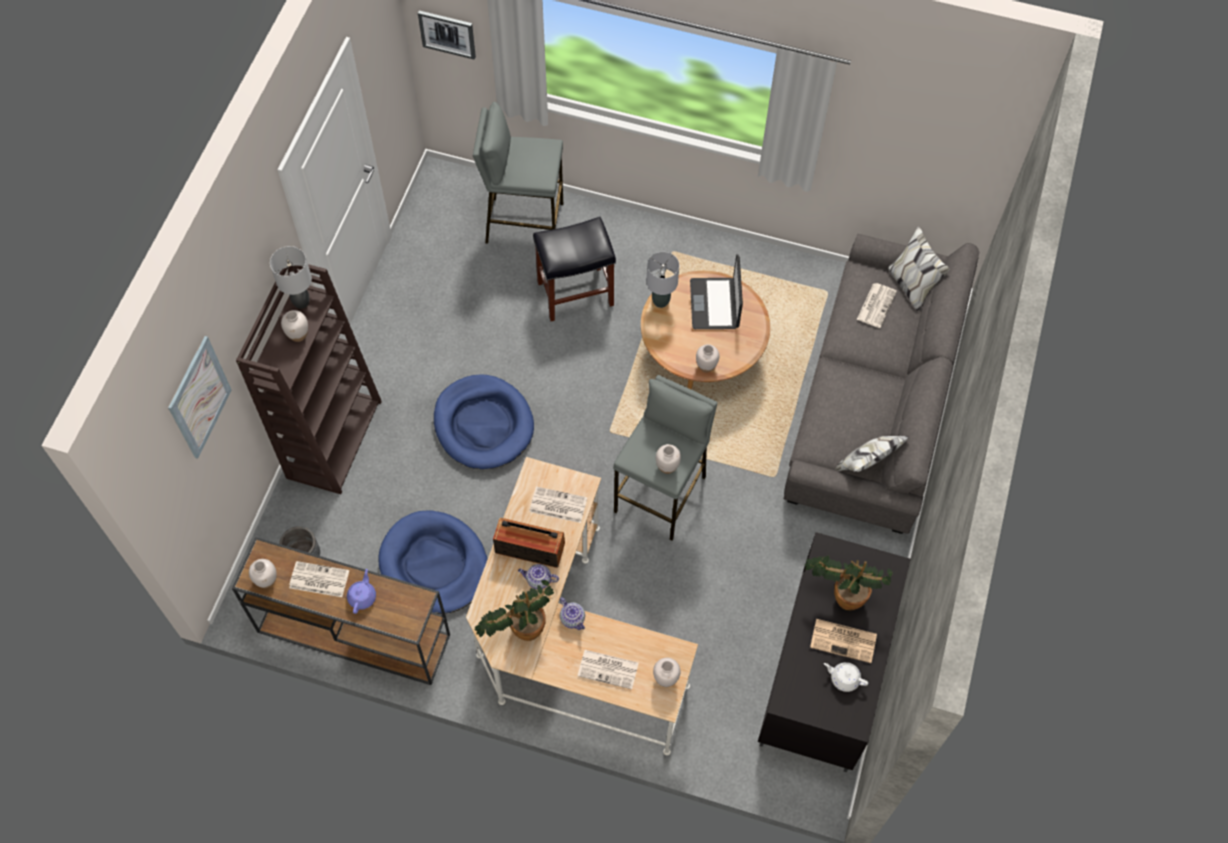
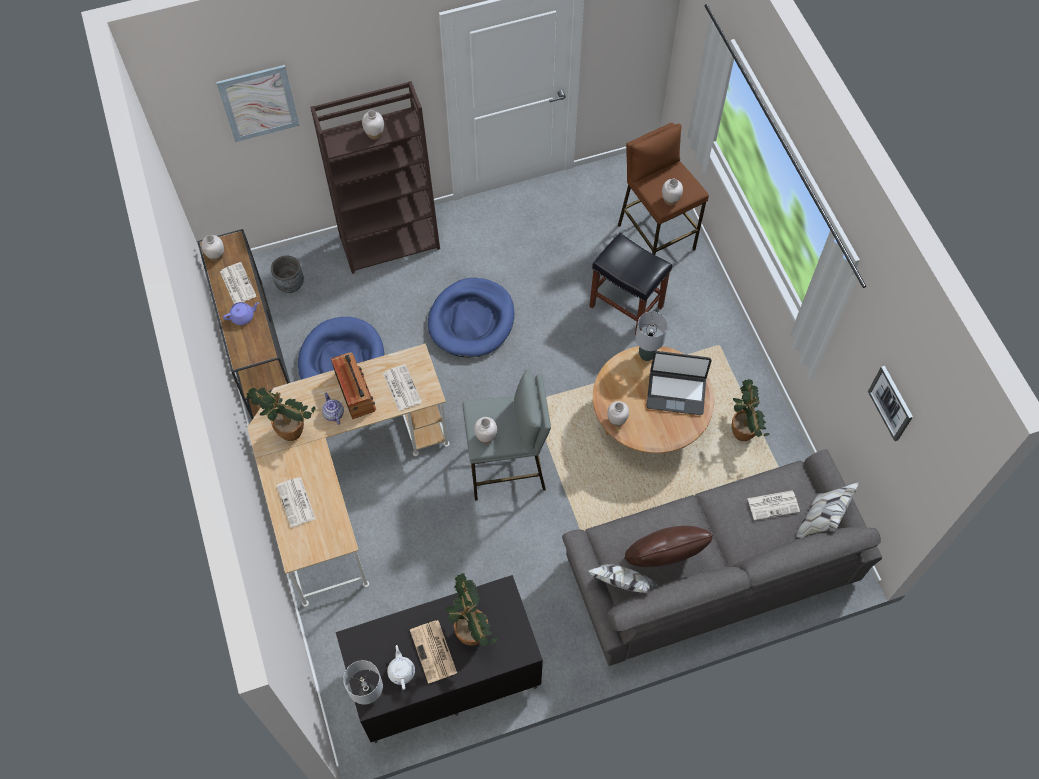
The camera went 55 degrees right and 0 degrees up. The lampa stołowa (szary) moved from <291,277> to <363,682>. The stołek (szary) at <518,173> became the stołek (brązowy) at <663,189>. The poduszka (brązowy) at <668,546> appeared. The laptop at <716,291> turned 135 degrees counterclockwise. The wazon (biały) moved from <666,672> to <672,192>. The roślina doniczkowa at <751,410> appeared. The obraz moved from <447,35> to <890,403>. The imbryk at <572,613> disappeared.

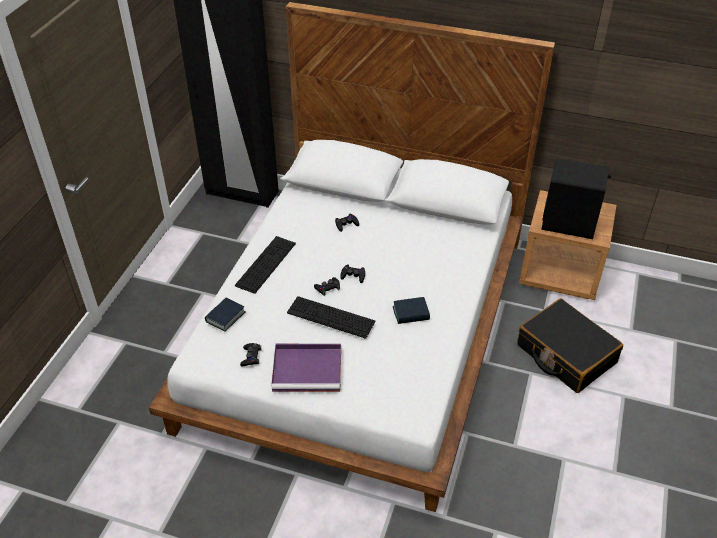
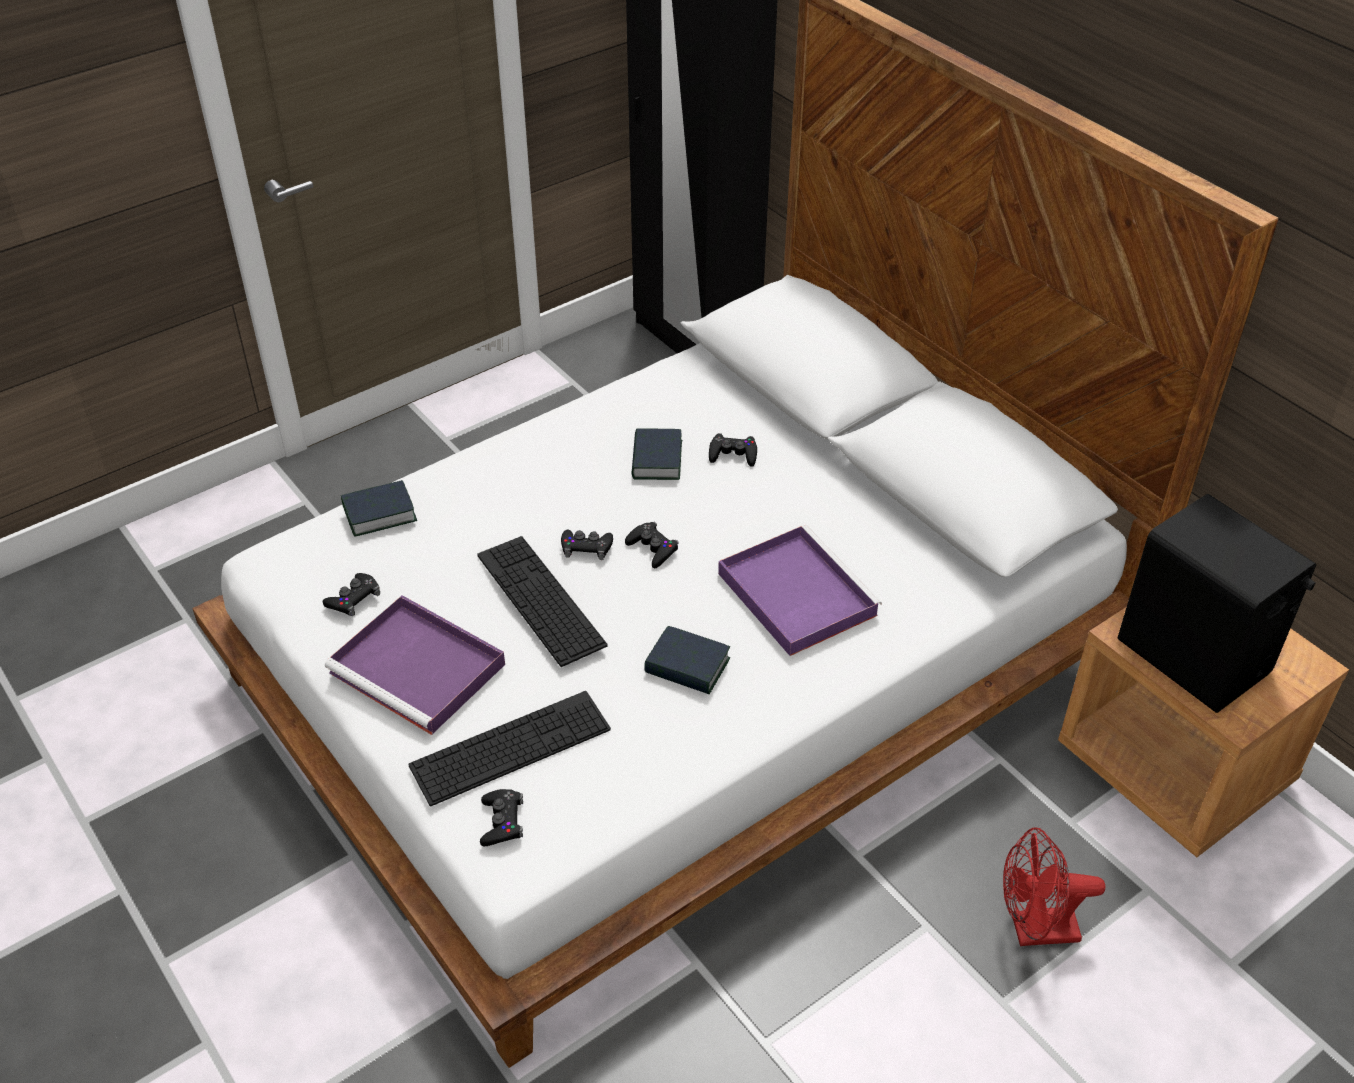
The camera went 35 degrees right and 0 degrees up. The klawiatura moved from <265,265> to <509,748>. The pad do gier (czarny) at <501,817> appeared. The książka at <657,454> appeared. The taca (fioletowy) at <800,590> appeared. The walizka (czarny) at <570,346> was replaced by the wentylator (czerwony) at <1054,886>.

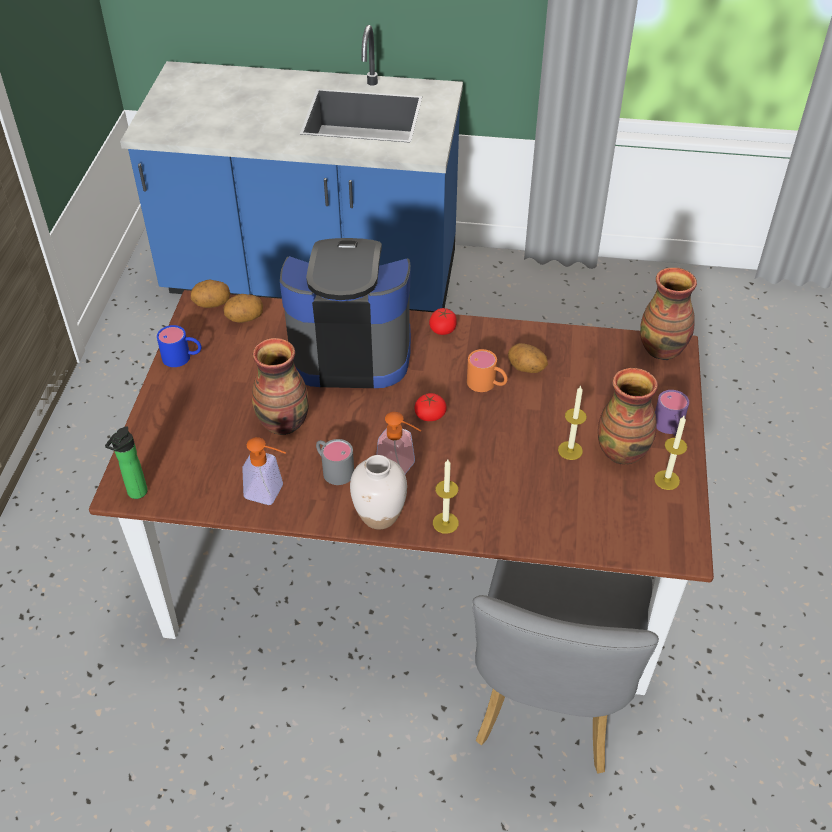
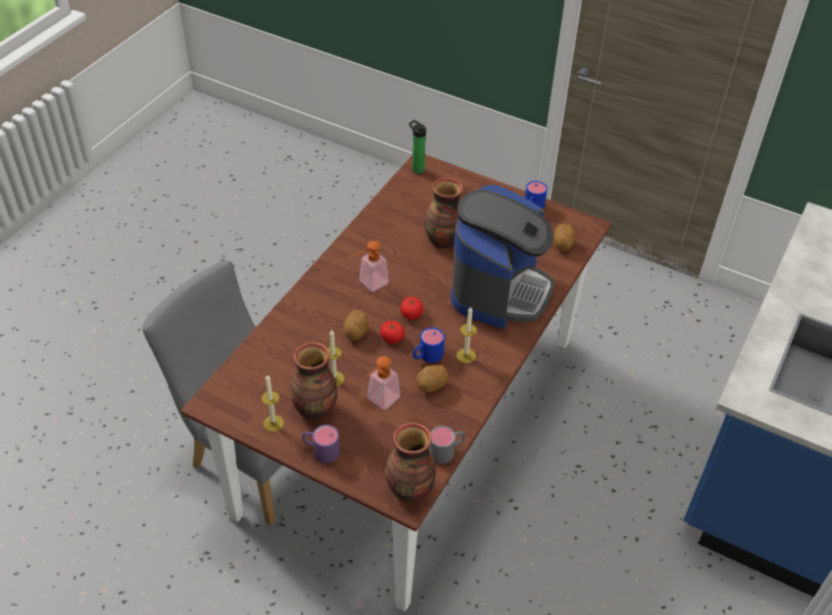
The camera went 110 degrees right and 0 degrees up. The ziemniak moved from <210,294> to <355,325>. The dozownik mydła moved from <264,471> to <383,383>. The pomidor moved from <443,321> to <392,332>. The kubek (pomarańczowy) at <487,370> became the kubek (niebieski) at <429,345>. The kubek (szary) moved from <335,462> to <447,445>. The świeca moved from <446,496> to <467,335>. The wazon (biały) at <378,492> disappeared.

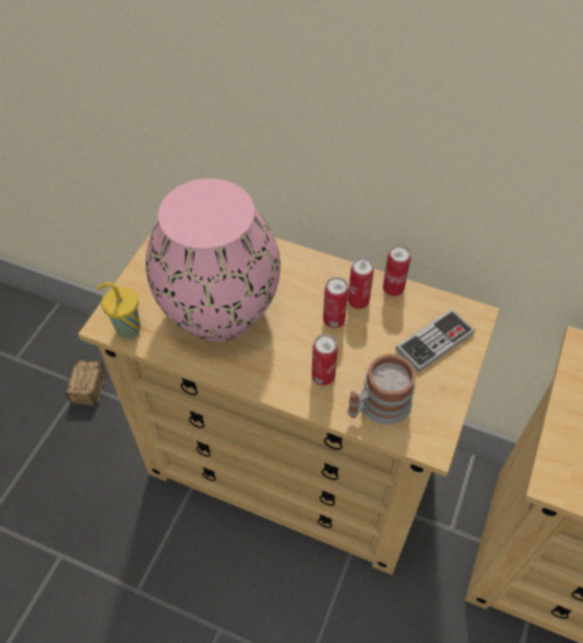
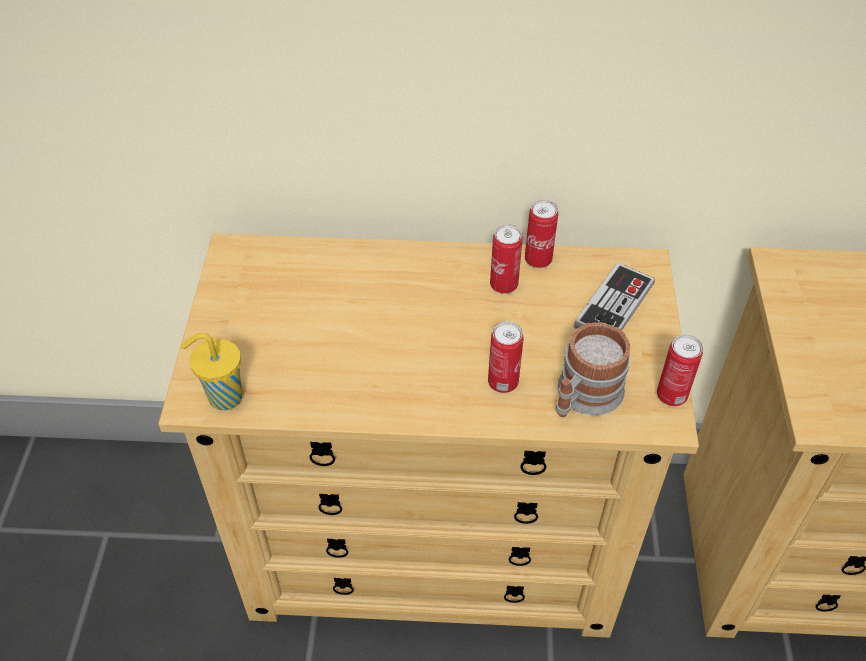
The camera went 20 degrees left and 5 degrees down. The puszka moved from <335,302> to <680,370>. The pojemnik do przechowywania at <85,389> disappeared. The wazon (różowy) at <213,259> disappeared.

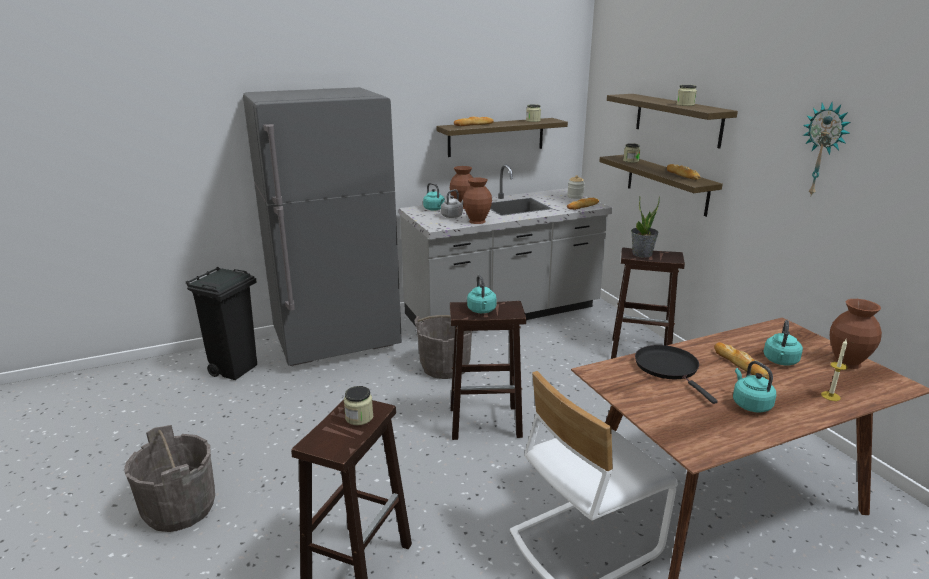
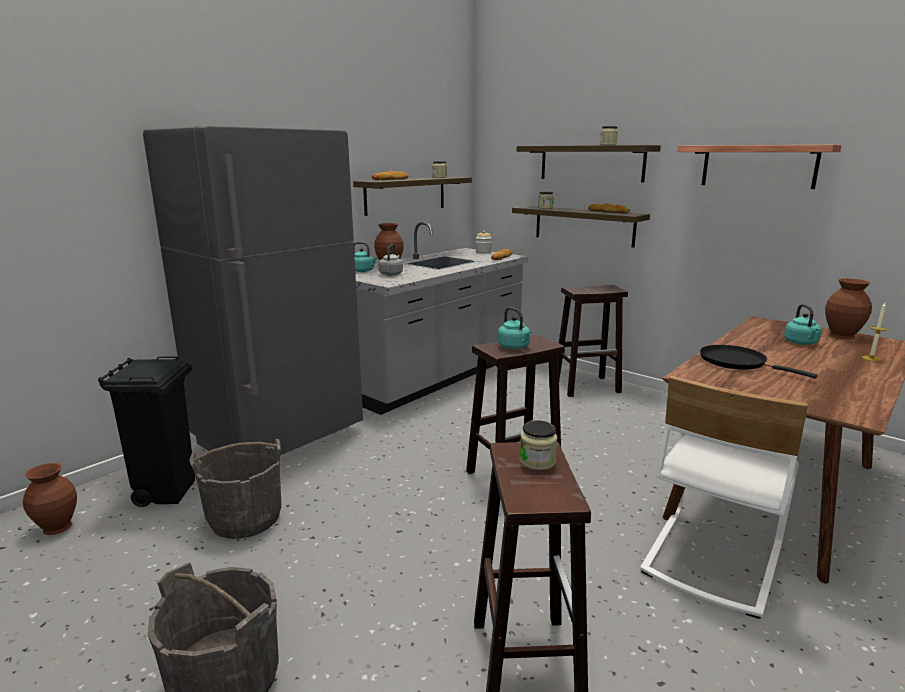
The camera went 25 degrees left and 5 degrees down. The wazon (brązowy) moved from <477,201> to <50,499>. The wiadro (szary) moved from <443,347> to <235,489>. The zegar ścienny at <827,149> was replaced by the półka at <760,167>. The roślina doniczkowa at <645,227> disappeared. The chleb at <741,360> disappeared. The czajnik (turkusowy) at <754,387> disappeared.

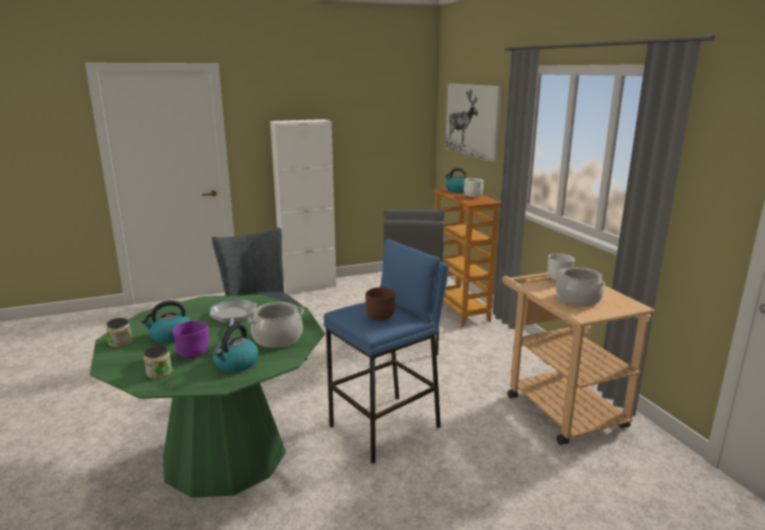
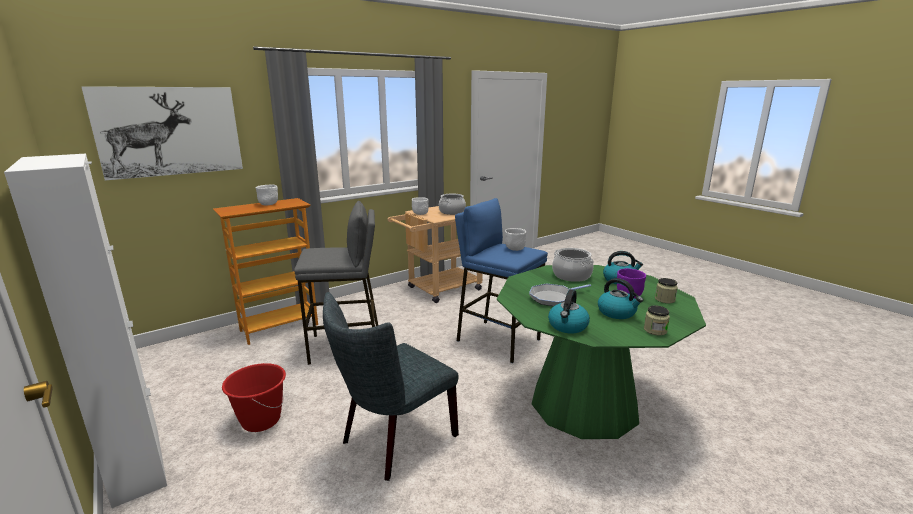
The camera went 105 degrees left and 0 degrees up. The wiadro (czerwony) at <254,397> appeared. The miska (brązowy) at <380,303> became the miska (biały) at <515,239>. The czajnik moved from <456,180> to <569,311>.

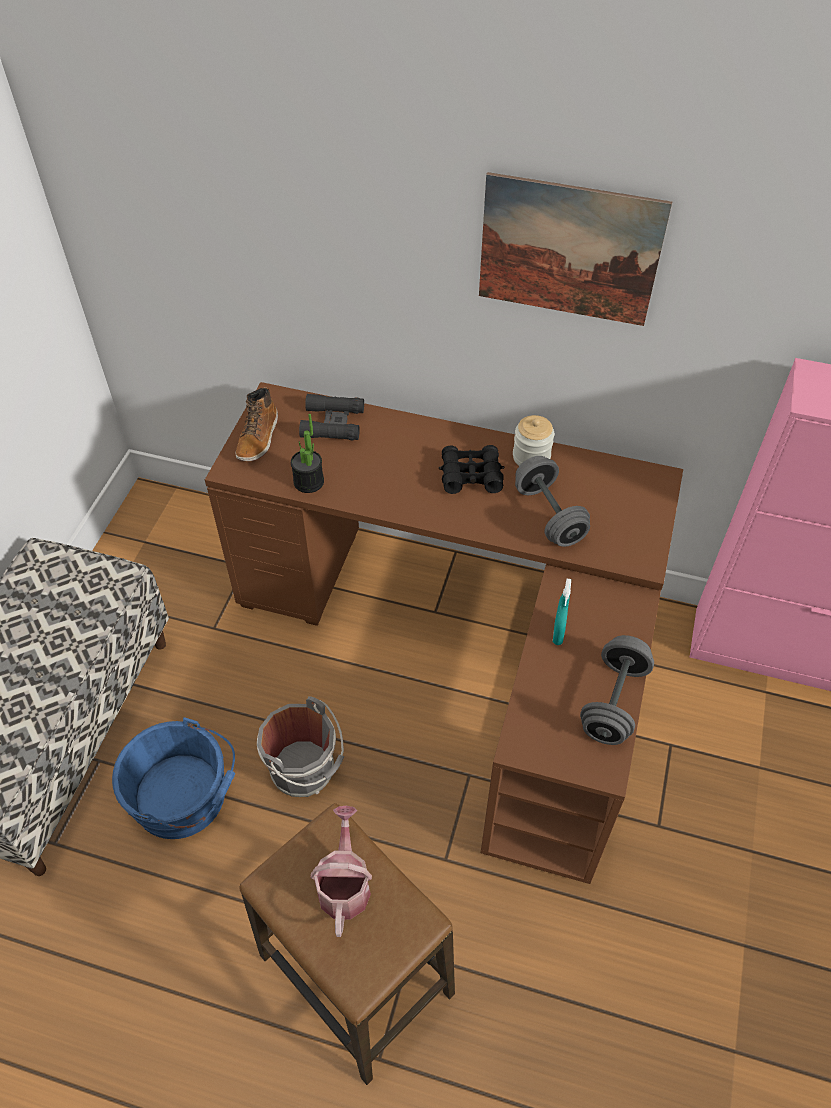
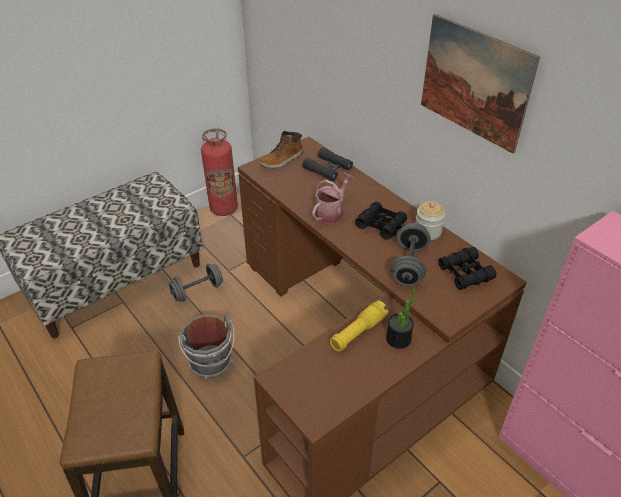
The camera went 35 degrees right and 10 degrees down. The hantel (szary) moved from <617,690> to <196,283>. The gaśnica at <219,172> appeared. The konewka moved from <341,871> to <333,198>. The spryskiwacz (turkusowy) at <562,612> was replaced by the latarka (żółty) at <359,326>. The roślina doniczkowa moved from <307,453> to <400,319>. The lornetka (czarny) at <468,268> appeared. The wiadro (niebieski) at <173,778> disappeared.

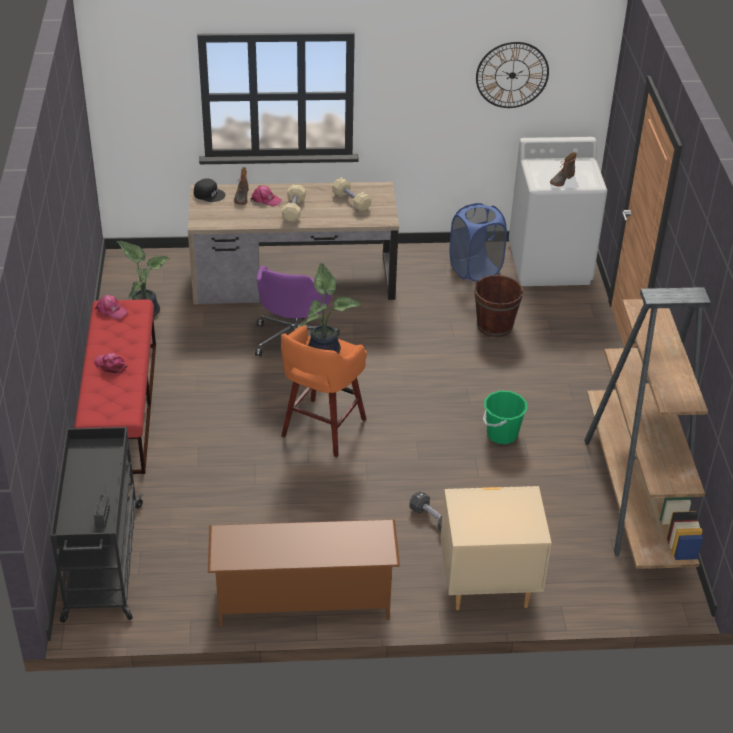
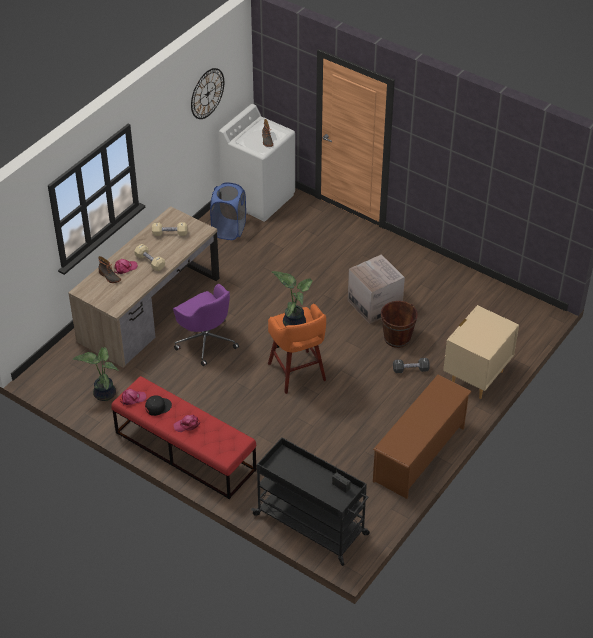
The camera went 50 degrees left and 5 degrees up. The czapka z daszkiem (czarny) moved from <209,190> to <158,405>. The wiadro (zielony) at <505,417> was replaced by the karton at <376,289>. The wiadro (brązowy) moved from <498,306> to <399,324>. The regał (brązowy) at <647,428> disappeared.

